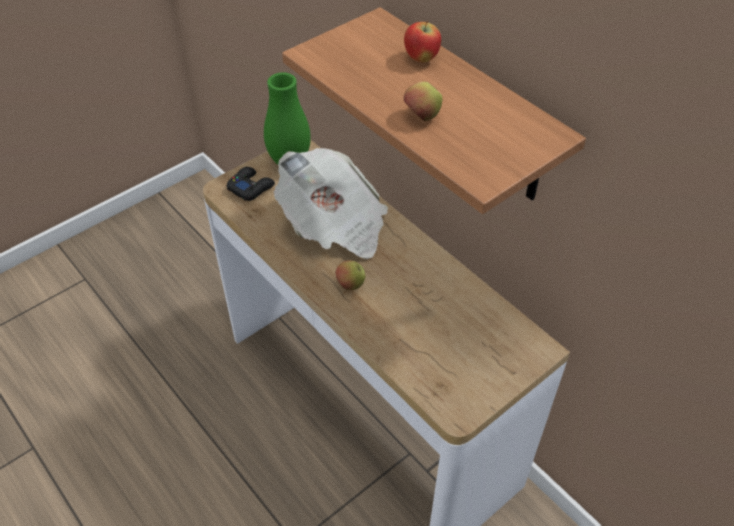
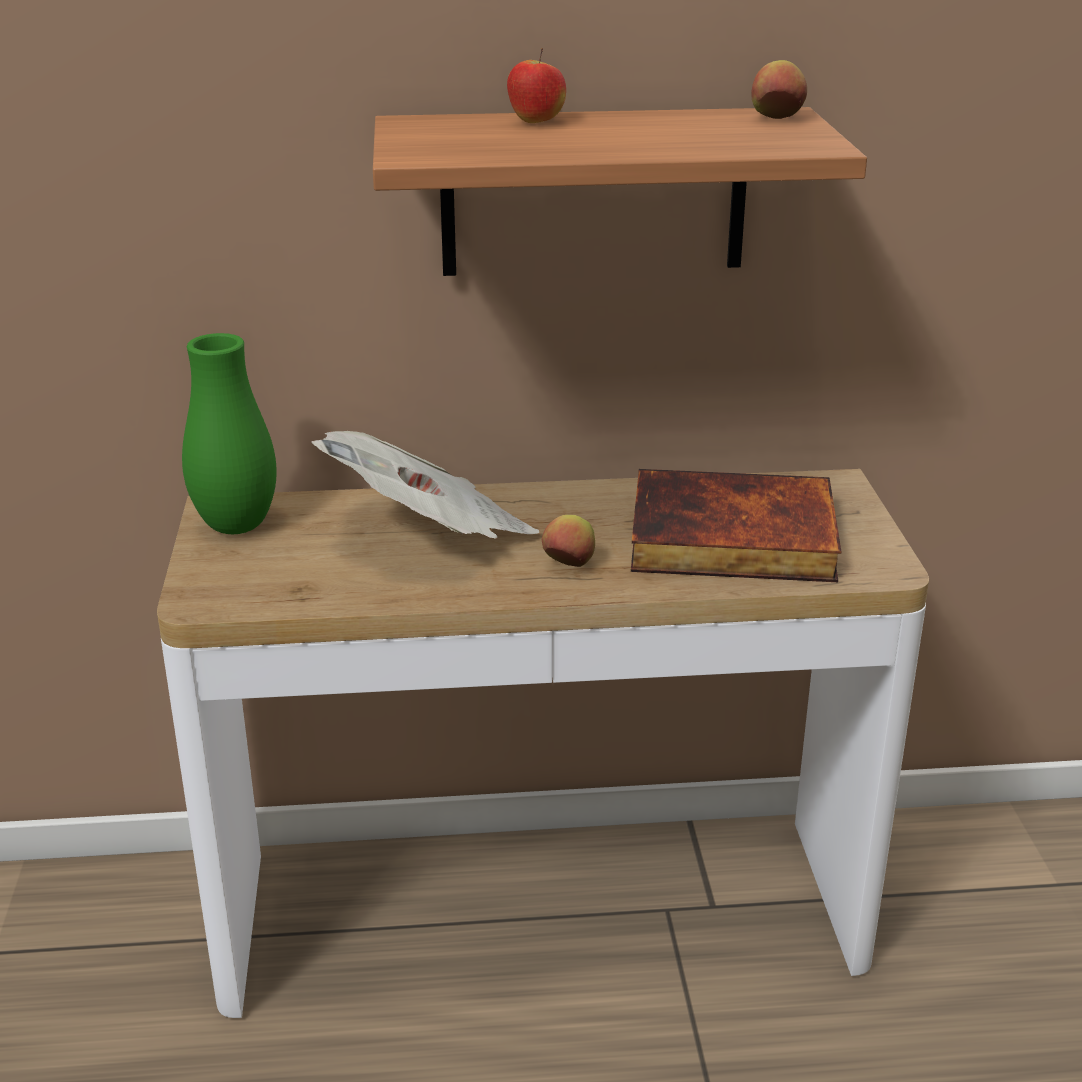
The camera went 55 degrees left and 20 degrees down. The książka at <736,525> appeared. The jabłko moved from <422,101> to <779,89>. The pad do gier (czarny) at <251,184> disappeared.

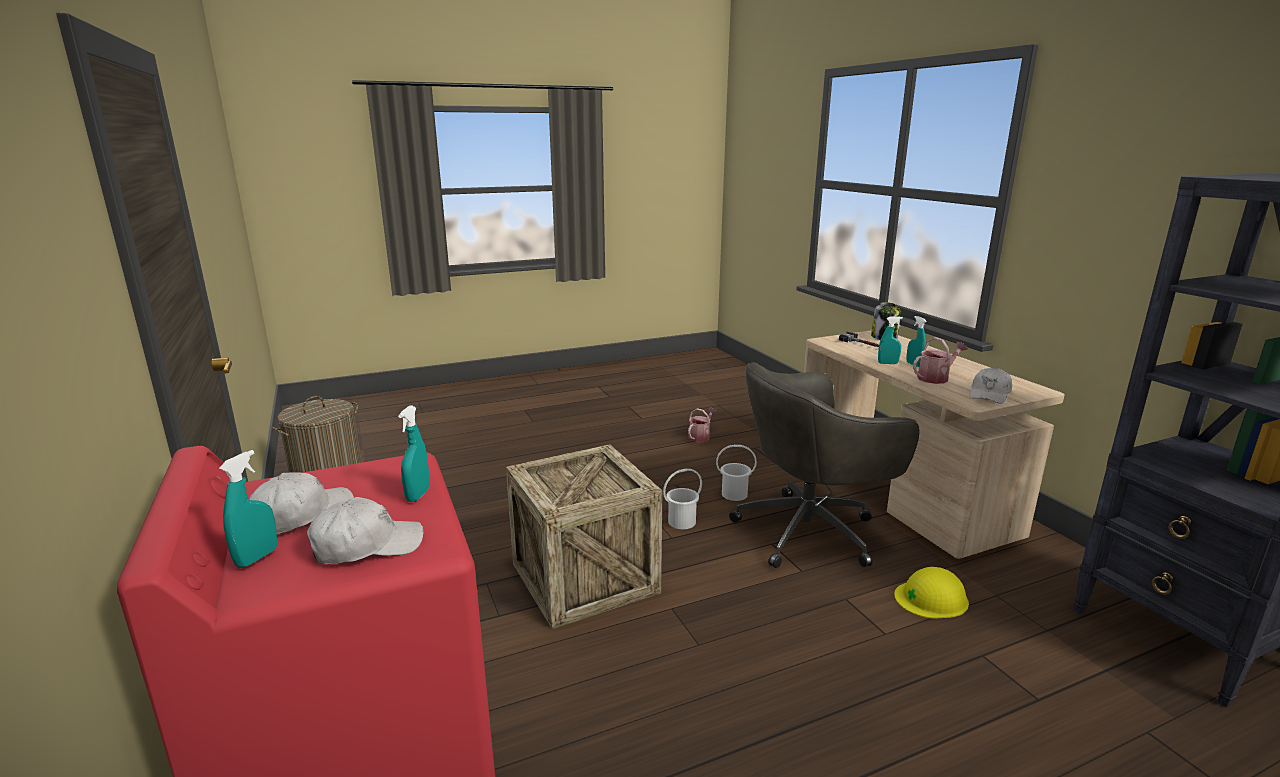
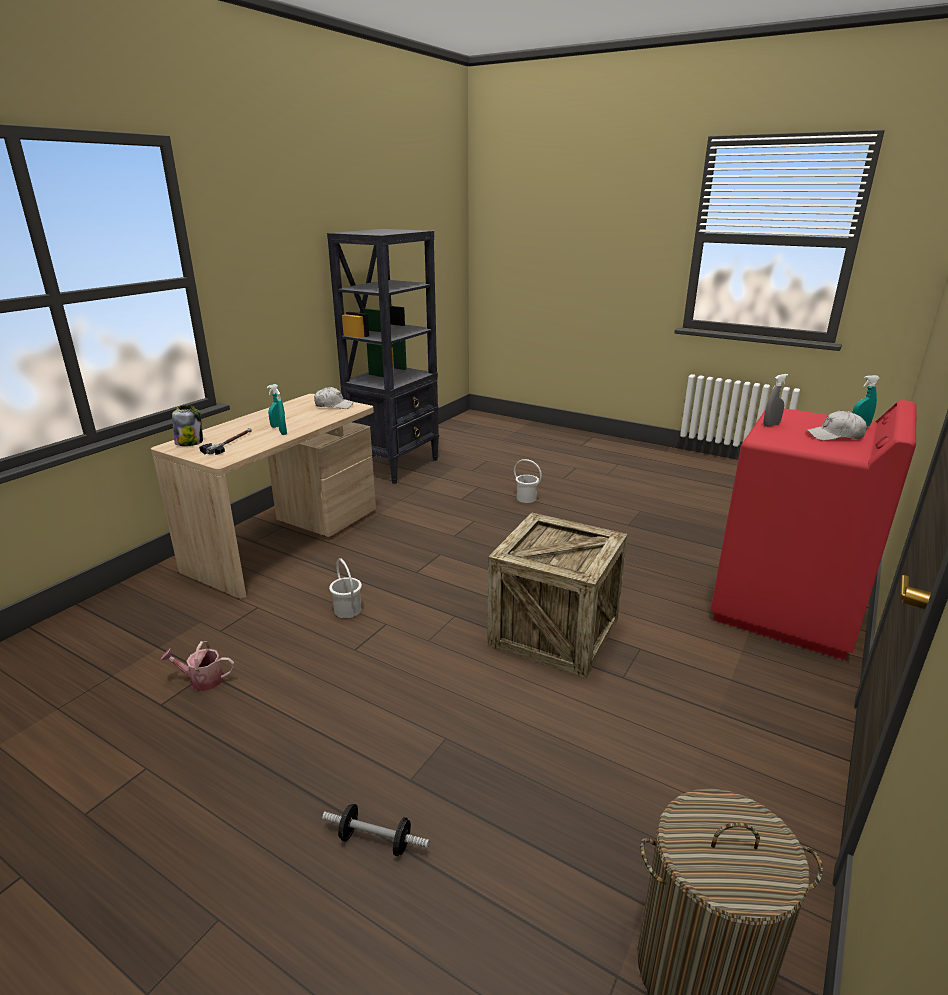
The camera went 125 degrees left and 5 degrees up. The hantel at <375,830> appeared. The wiadro (biały) moved from <682,499> to <528,481>. The spryskiwacz (turkusowy) at <414,454> became the spryskiwacz (szary) at <775,400>. The czapka z daszkiem (biały) at <365,530> disappeared. The krzesło biurowe (szary) at <824,465> disappeared. The kask (żółty) at <931,593> disappeared. The konewka at <940,360> disappeared.

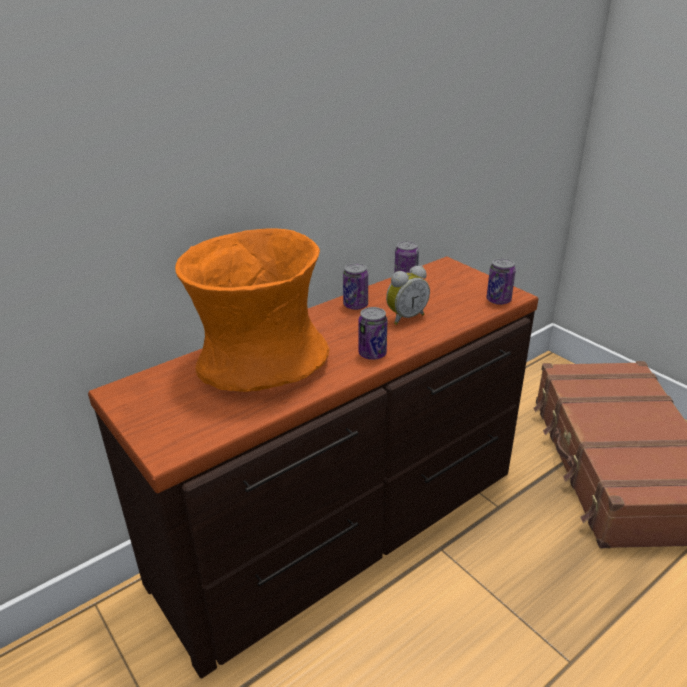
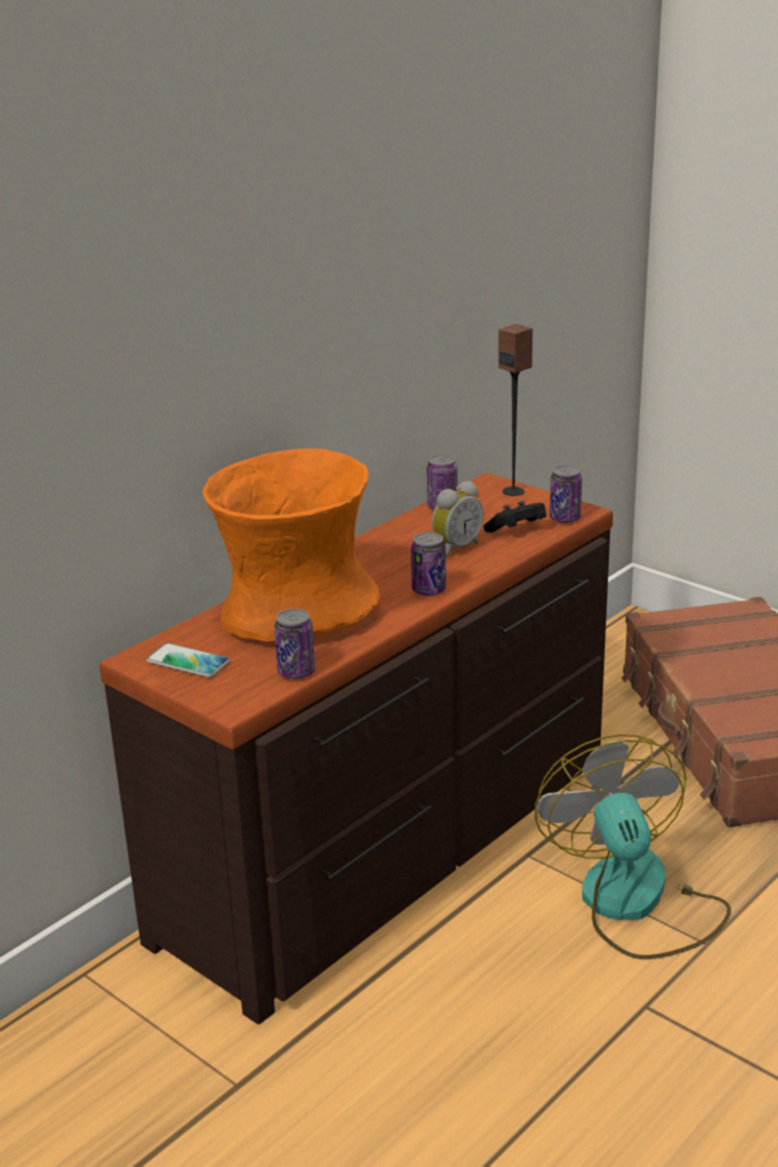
The camera went 10 degrees left and 5 degrees down. The telefon at <188,660> appeared. The puszka moved from <355,286> to <294,644>. The pad do gier (czarny) at <514,517> appeared. The głośnik at <515,410> appeared. The wentylator at <632,846> appeared.

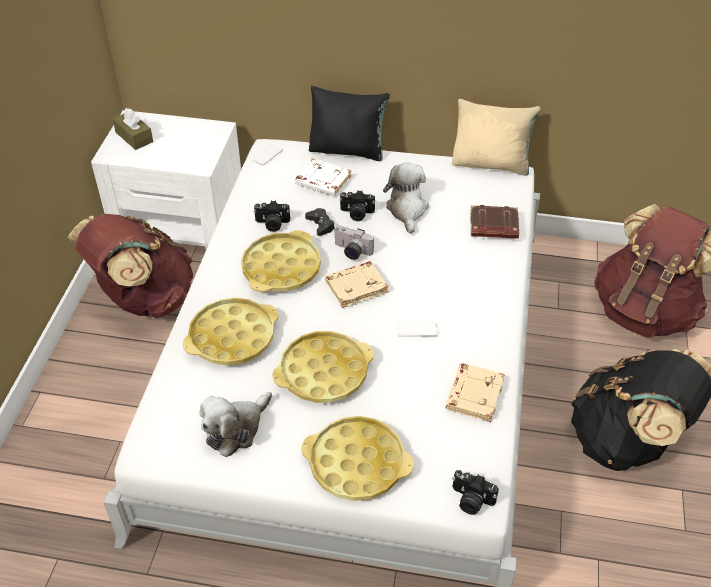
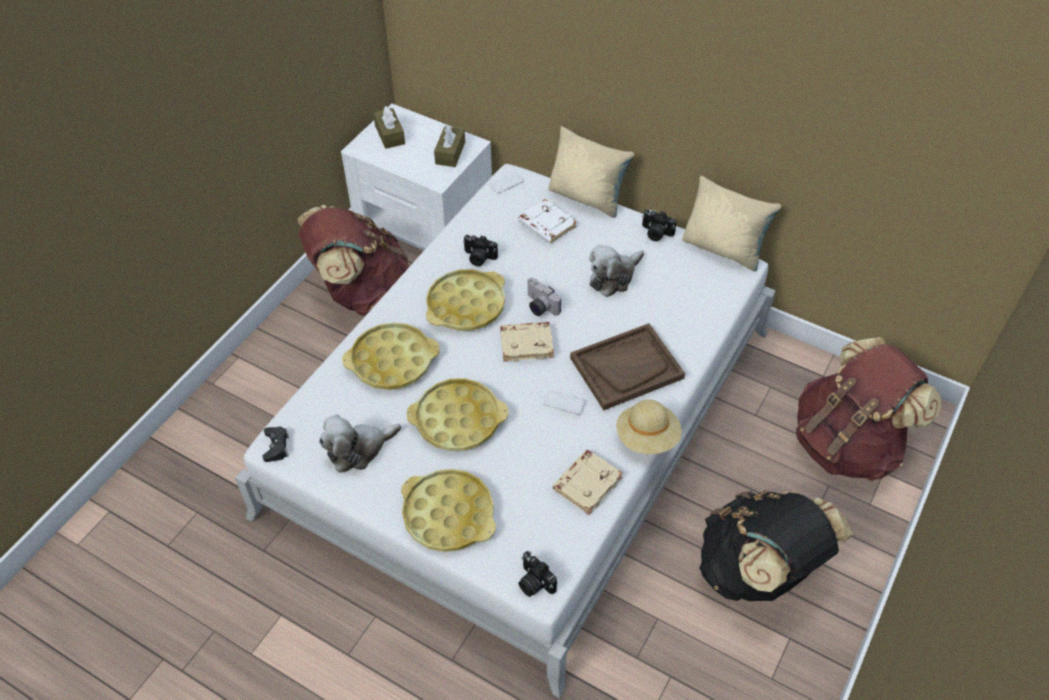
The camera went 20 degrees right and 5 degrees up. The pad do gier (czarny) moved from <320,222> to <275,444>. The pudełko chusteczek (brązowy) at <449,146> appeared. The poduszka (czarny) at <349,123> became the poduszka (beżowy) at <591,172>. The taca (brązowy) at <627,367> appeared. The pluszak at <406,198> turned 150 degrees counterclockwise. The kapelusz (beżowy) at <649,427> appeared. The aparat fotograficzny moved from <357,205> to <659,225>. The książka (brązowy) at <494,222> disappeared.

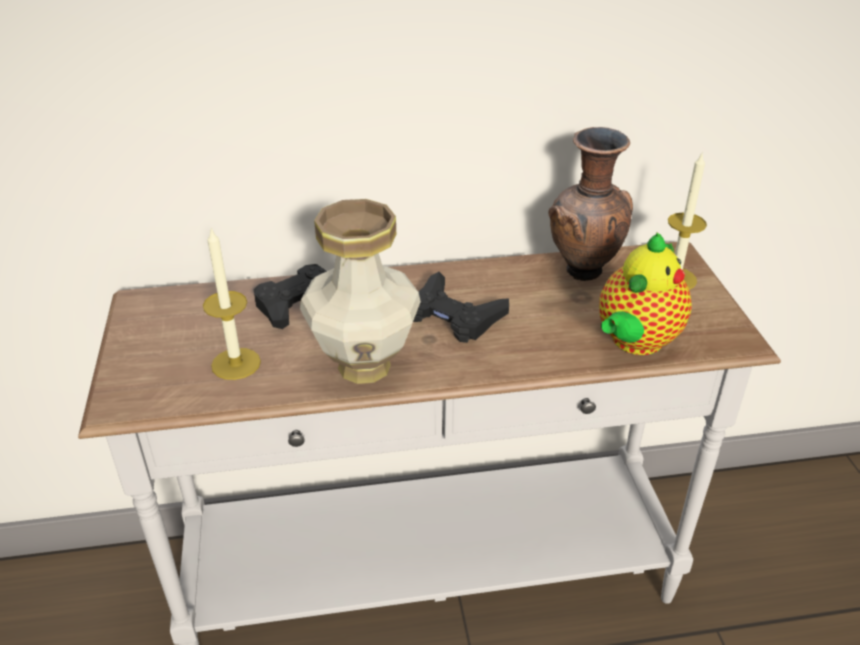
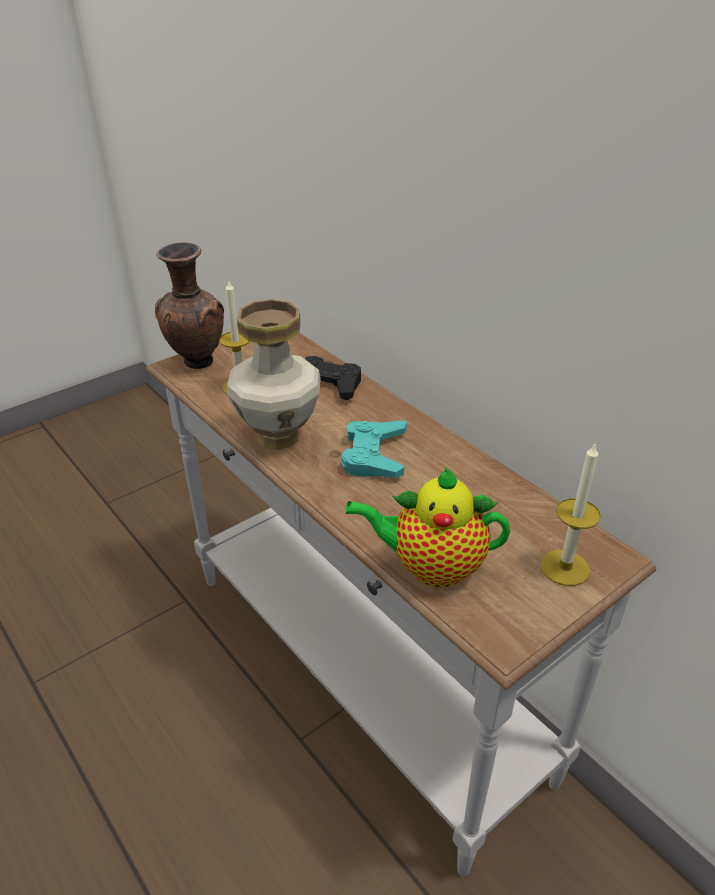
The camera went 60 degrees right and 0 degrees up. The wazon (brązowy) moved from <590,204> to <189,305>. The pad do gier (czarny) at <461,307> became the pad do gier (turkusowy) at <374,449>.

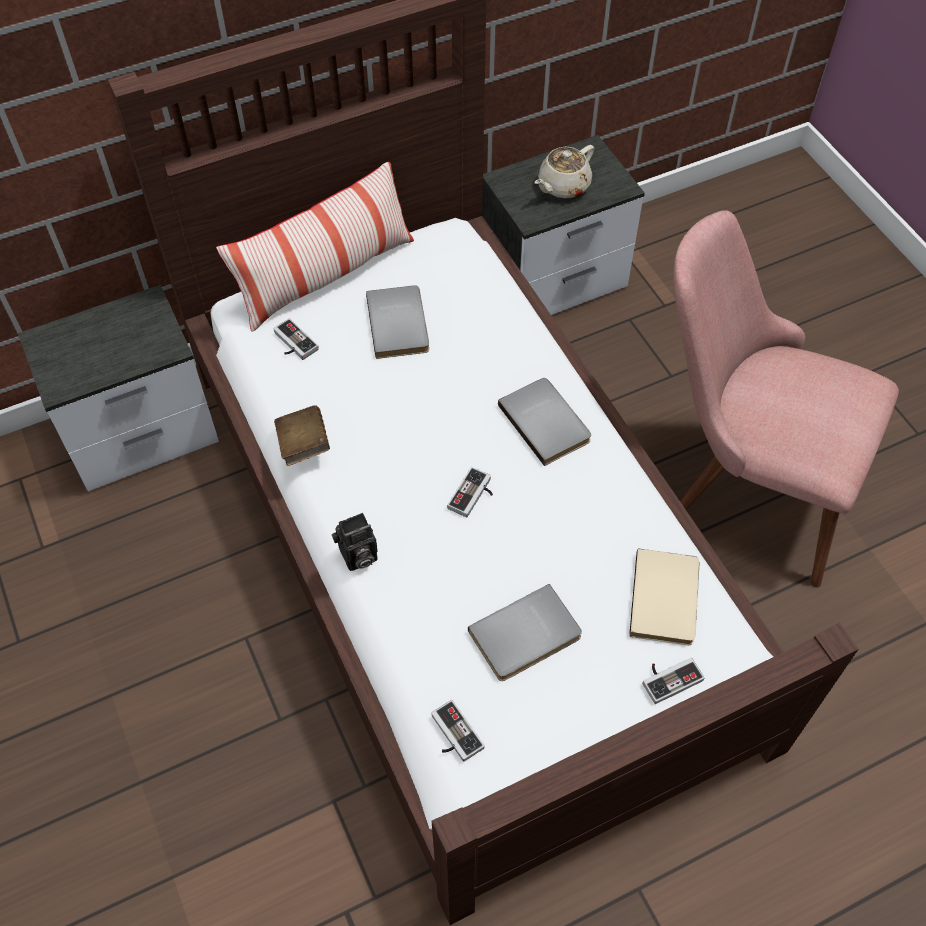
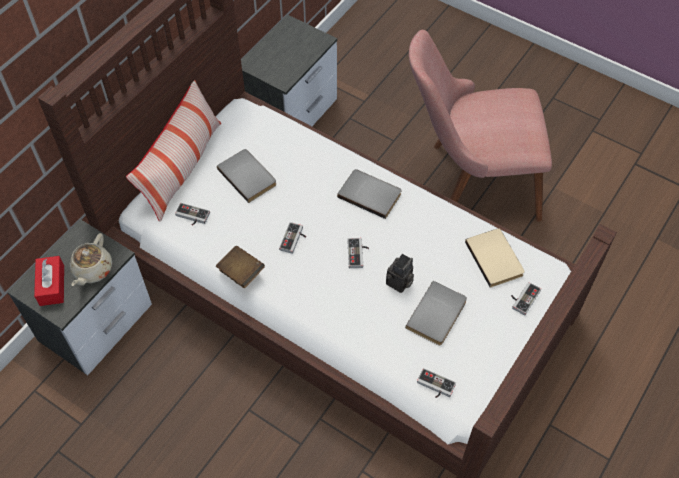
The camera went 30 degrees left and 0 degrees up. The pudełko chusteczek (czerwony) at <49,281> appeared. The imbryk (beżowy) moved from <564,171> to <91,259>. The pad do gier at <292,238> appeared. The aparat fotograficzny moved from <355,542> to <400,273>.

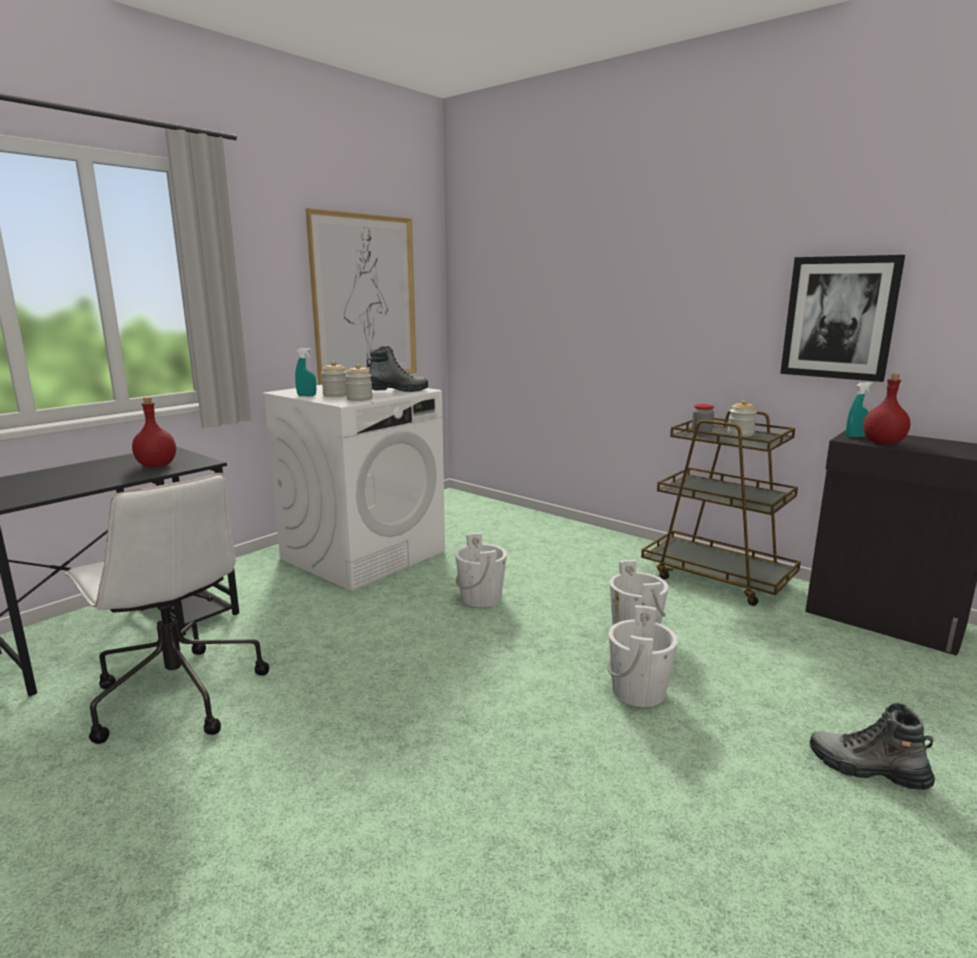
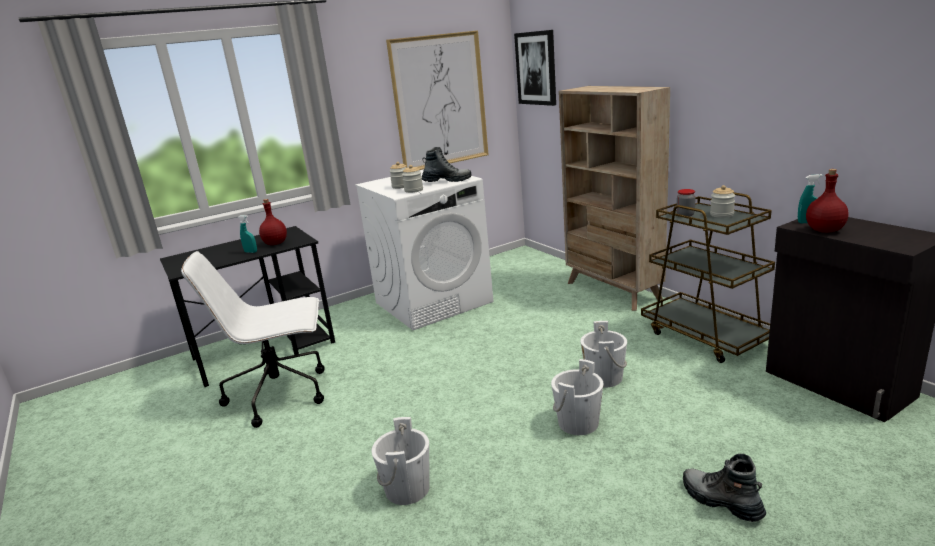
The camera went 20 degrees right and 5 degrees up. The krzesło biurowe (biały) at <167,608> turned 105 degrees clockwise. The spryskiwacz (turkusowy) moved from <305,372> to <247,234>. The wiadro (biały) moved from <481,570> to <400,461>. The obraz moved from <842,318> to <535,68>. The regał (beżowy) at <614,198> appeared.

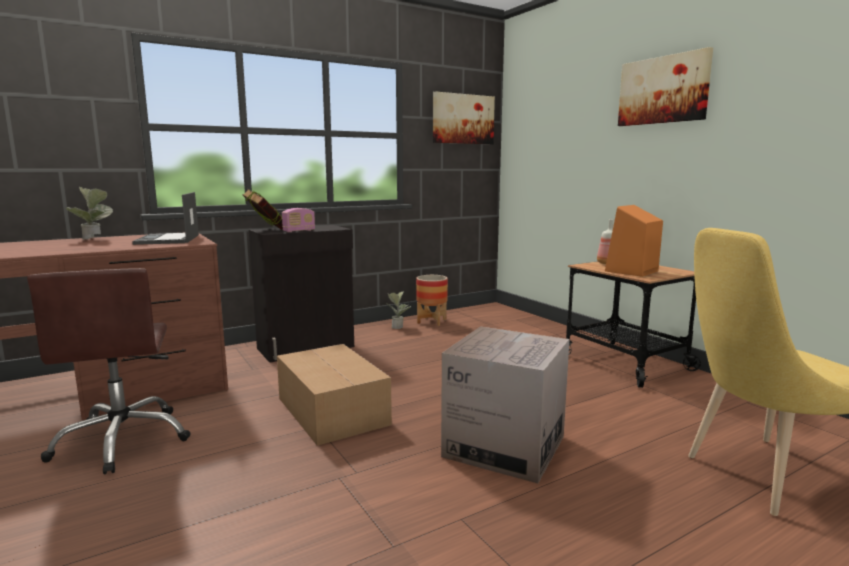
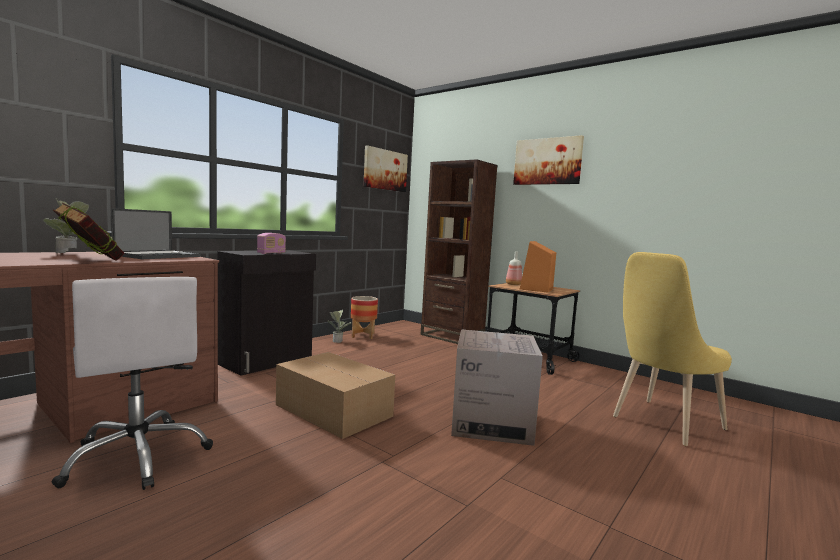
The camera went 20 degrees left and 5 degrees down. The krzesło biurowe (brązowy) at <109,371> became the krzesło biurowe (biały) at <132,383>. The książka moved from <262,209> to <89,232>. The laptop at <165,218> turned 120 degrees counterclockwise. The regał (brązowy) at <459,251> appeared.

